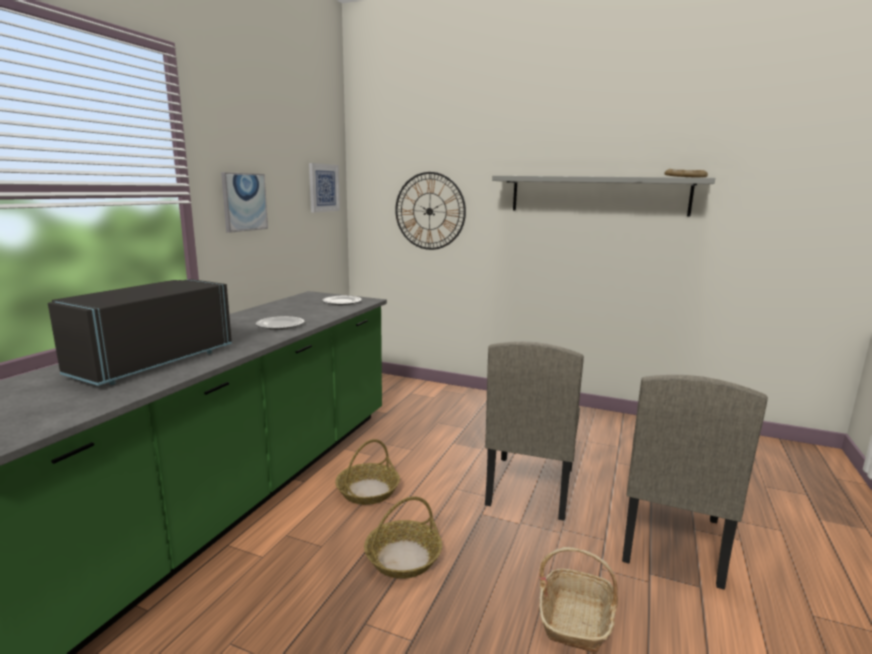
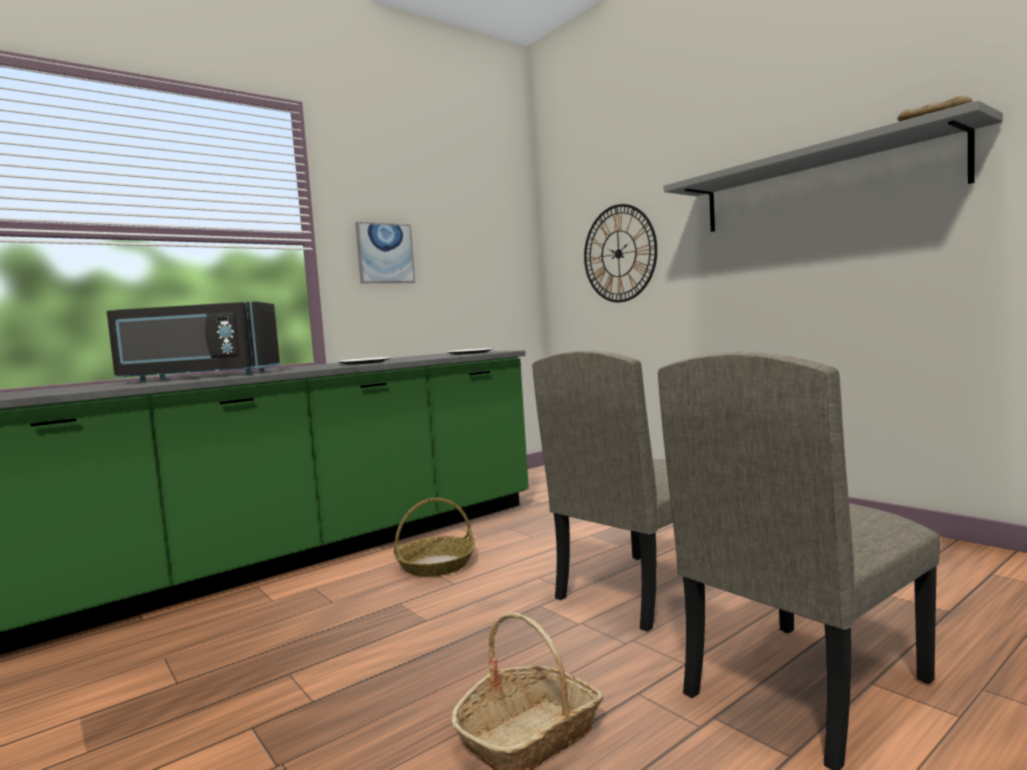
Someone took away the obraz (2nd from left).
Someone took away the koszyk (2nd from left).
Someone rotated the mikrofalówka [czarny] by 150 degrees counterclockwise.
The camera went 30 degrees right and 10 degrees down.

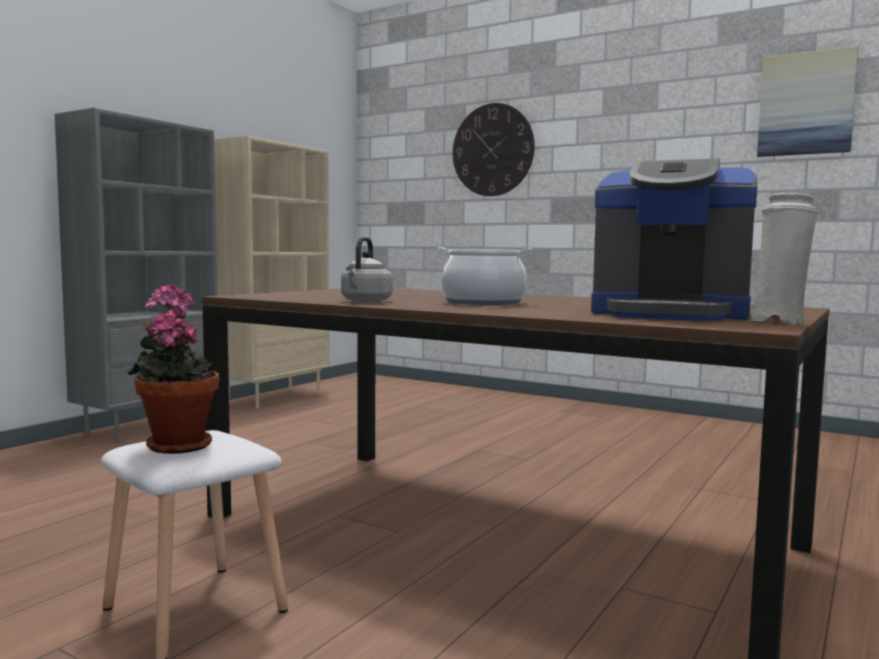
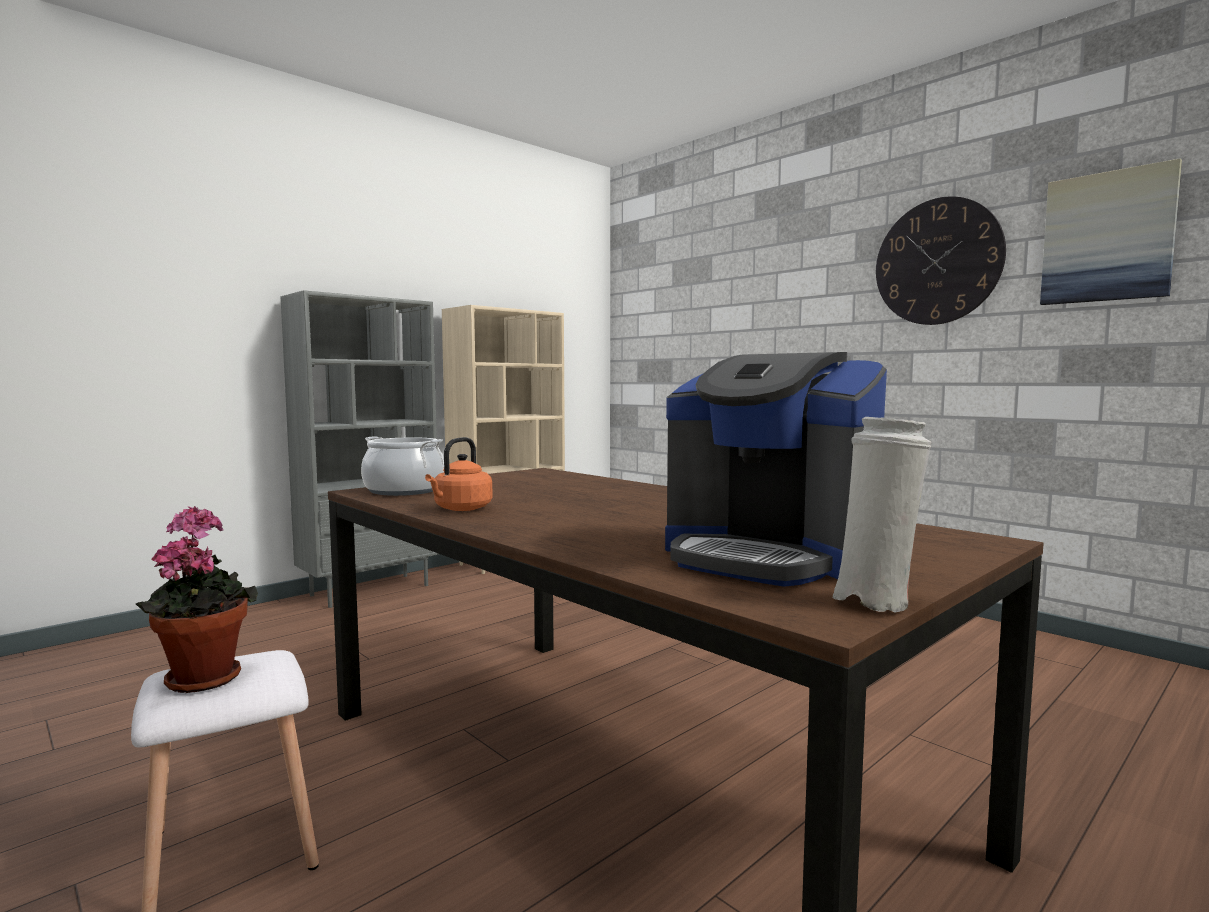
Someone carried the garnek.
Someone carried the zegar ścienny.
Someone repainted the czajnik [szary], which became the czajnik [pomarańczowy].
The camera went 15 degrees right and 0 degrees up.

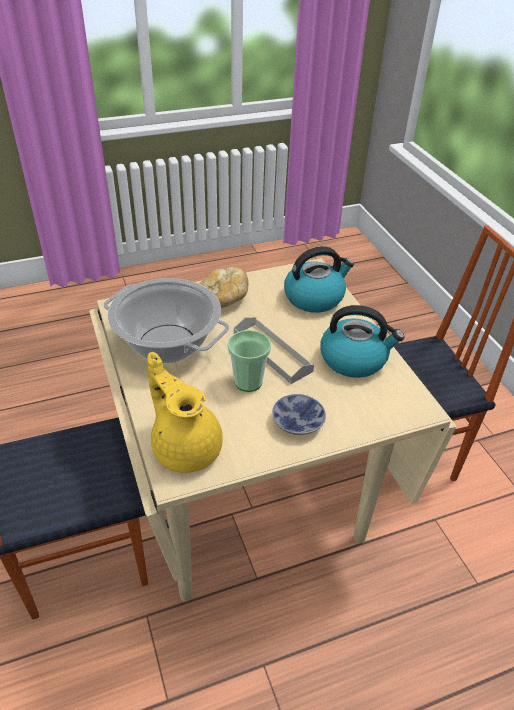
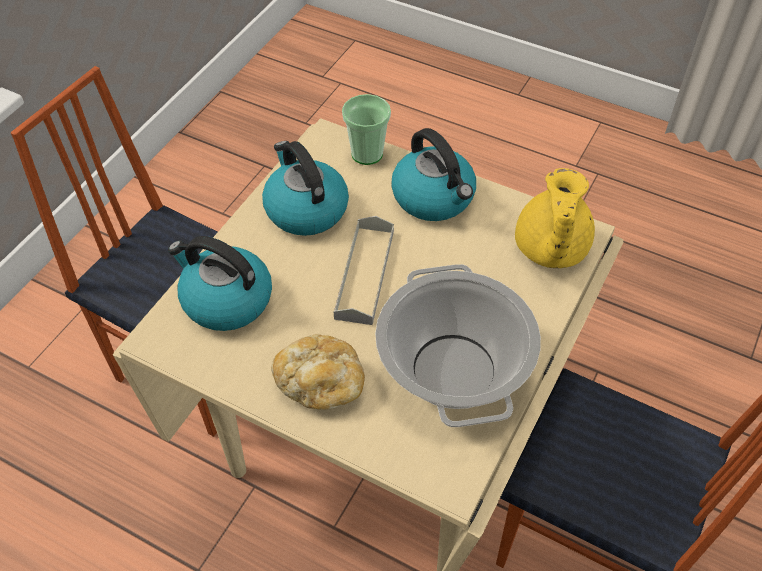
Someone carried the filiżanka.
Someone swapped the miska for the czajnik (3rd from left).
The camera went 130 degrees left and 10 degrees up.

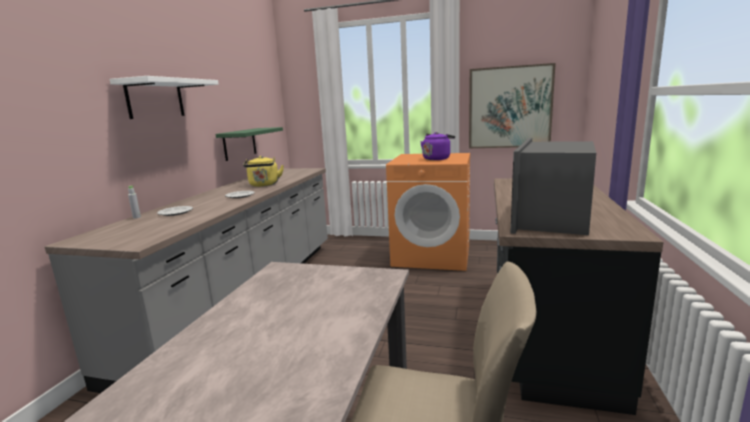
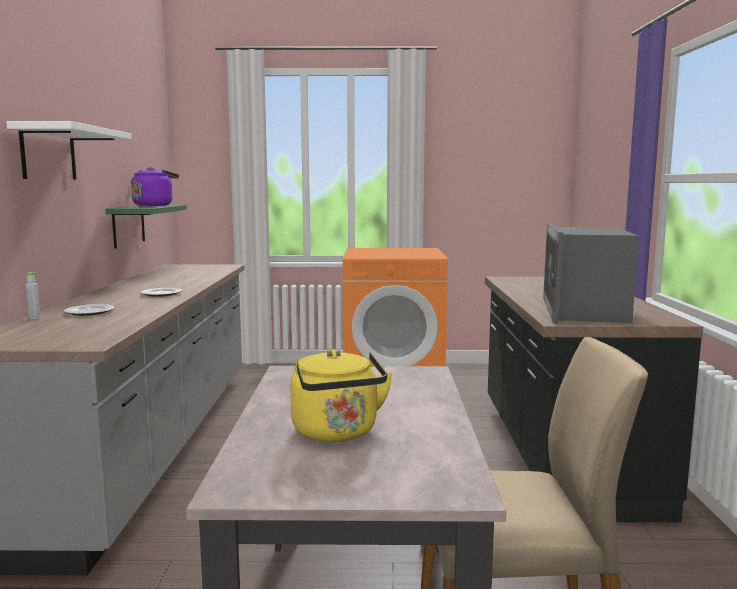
Someone took away the obraz.
Someone carried the czajnik [żółty].
Someone carried the czajnik [fioletowy].
The camera went 15 degrees left and 5 degrees down.

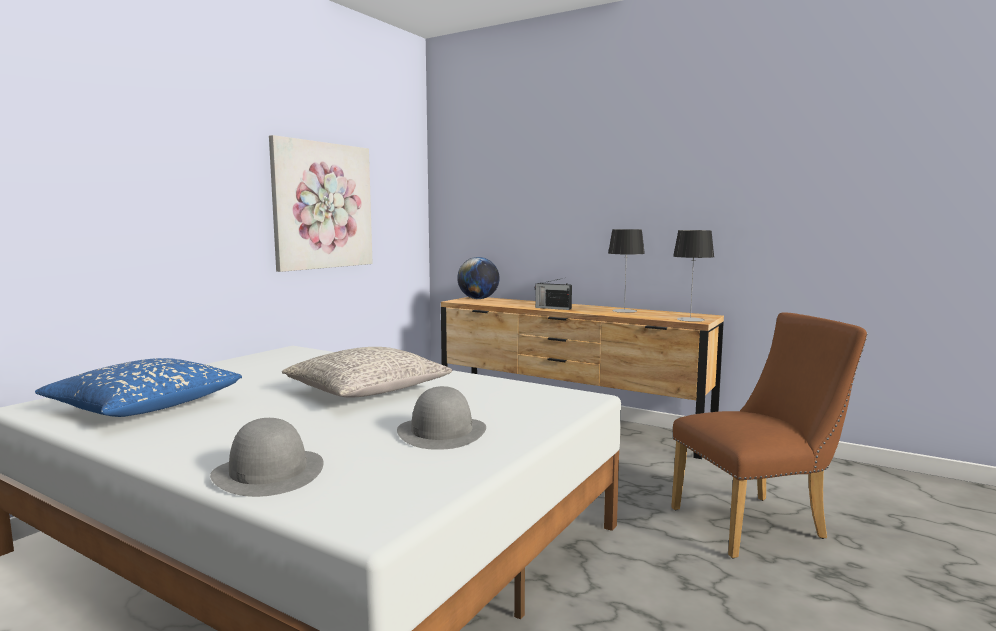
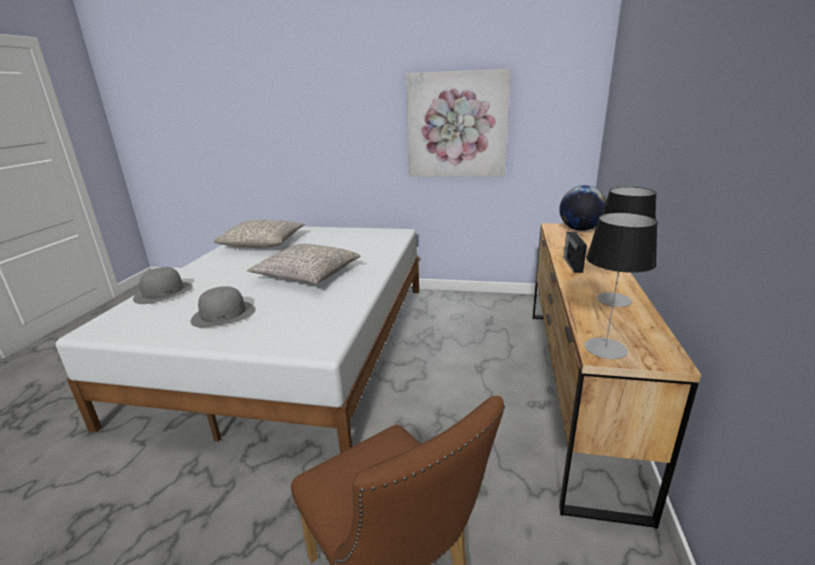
Someone repainted the poduszka [niebieski], which became the poduszka [szary] (1st from left).
The camera went 70 degrees right and 15 degrees up.

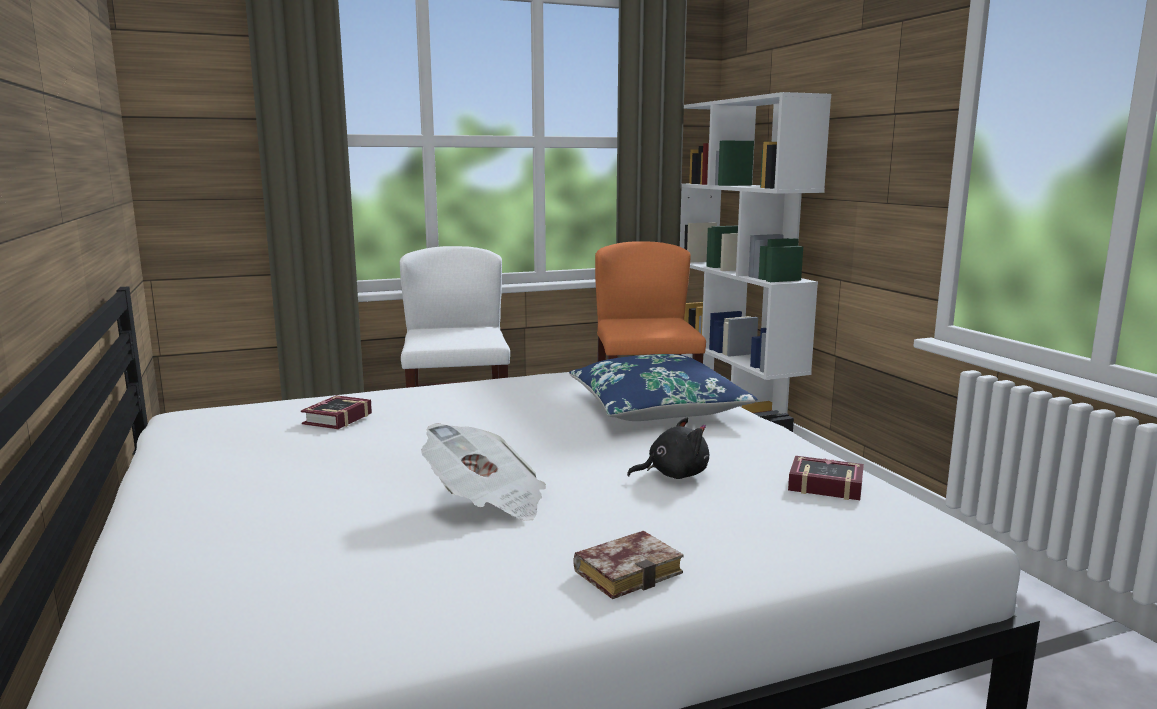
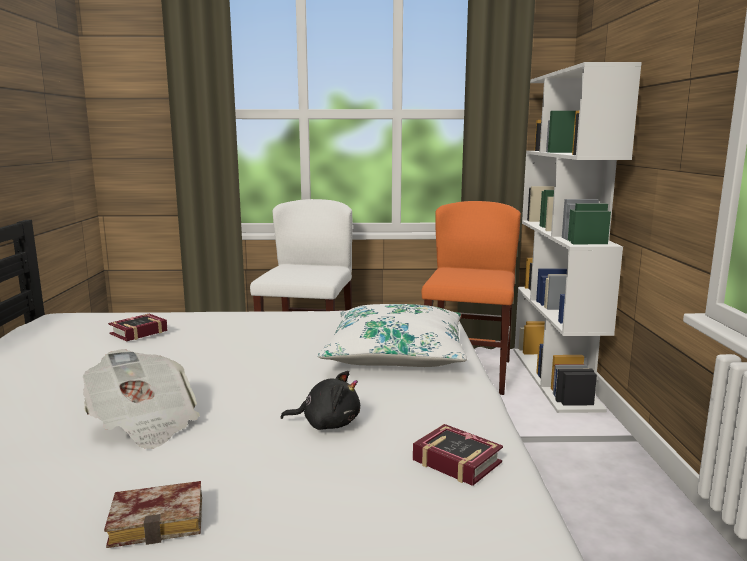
Someone repainted the poduszka [niebieski], which became the poduszka [biały].
The camera went 20 degrees right and 0 degrees up.

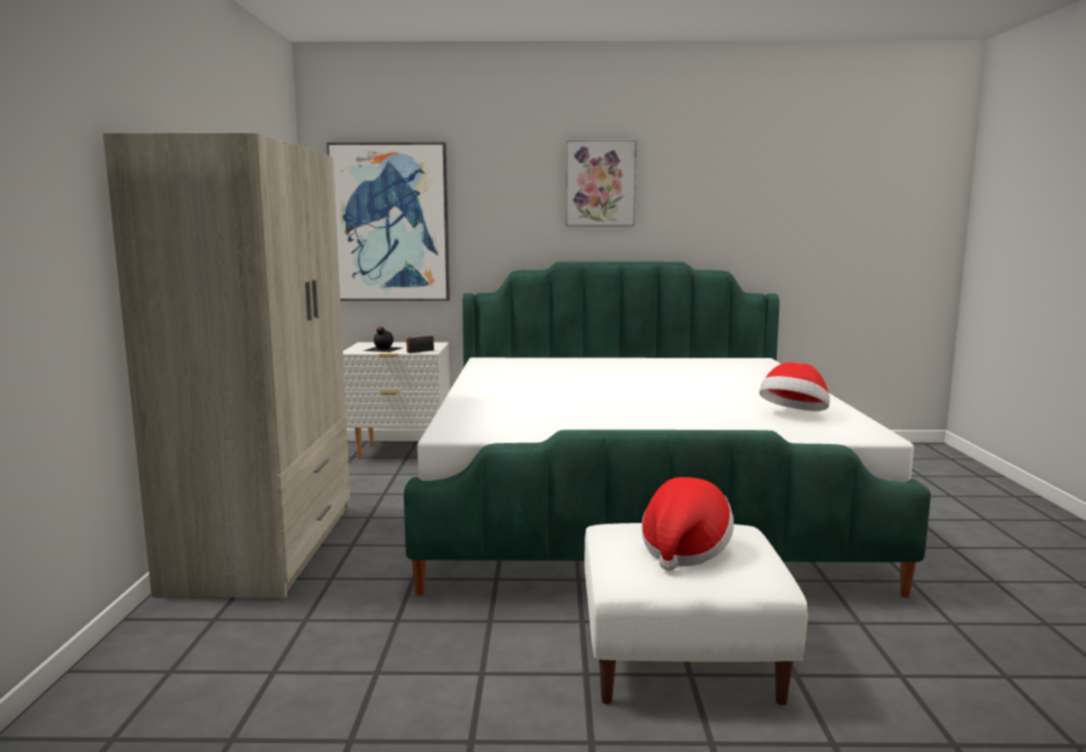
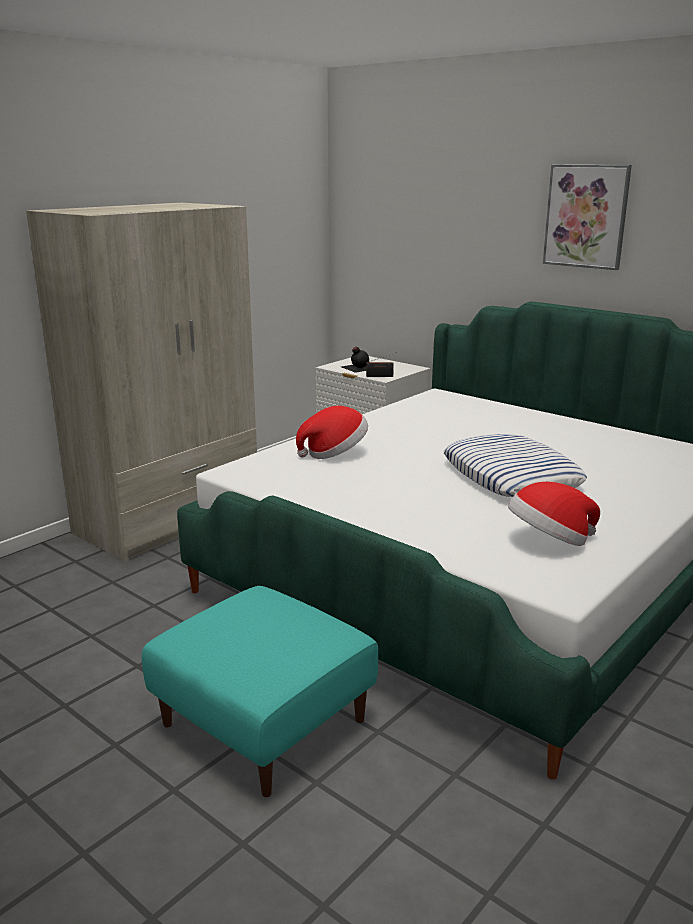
Someone took away the obraz (1st from left).
Someone put down the poduszka.
Someone carried the kapelusz (1st from left).
Someone repainted the pufa [biały], which became the pufa [turkusowy].
The camera went 40 degrees right and 10 degrees up.

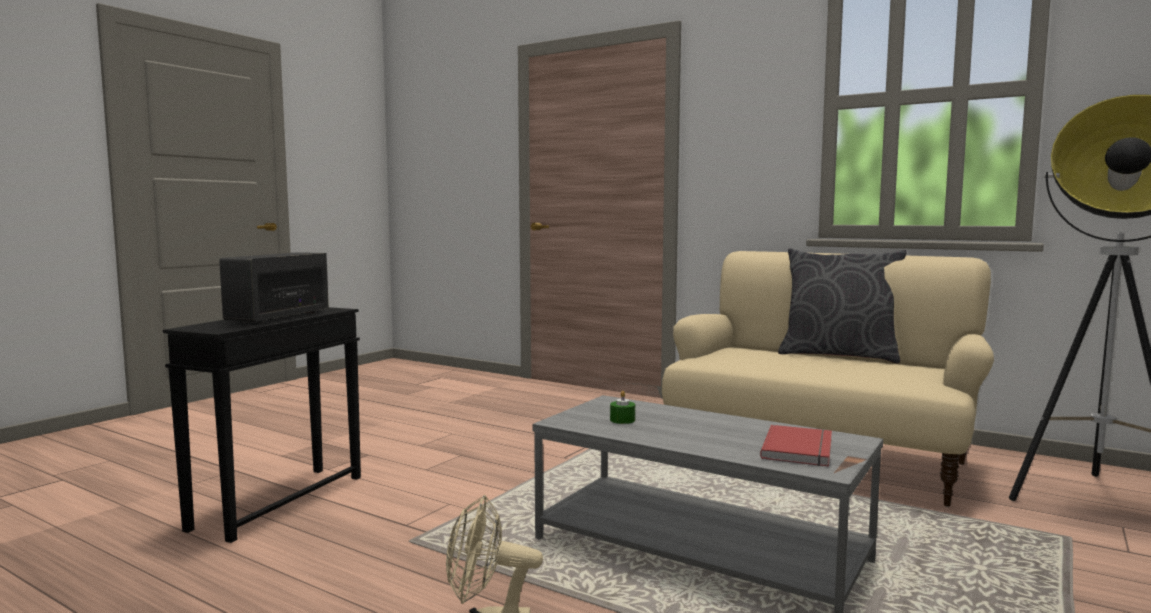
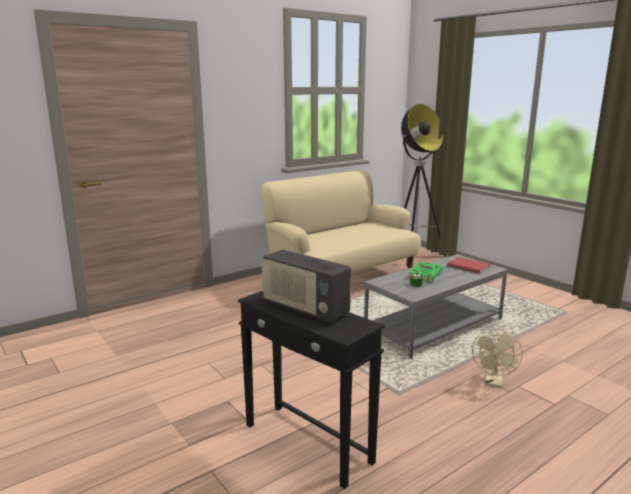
Someone took away the poduszka [szary].
Someone put down the książka [zielony].
The camera went 70 degrees left and 10 degrees up.

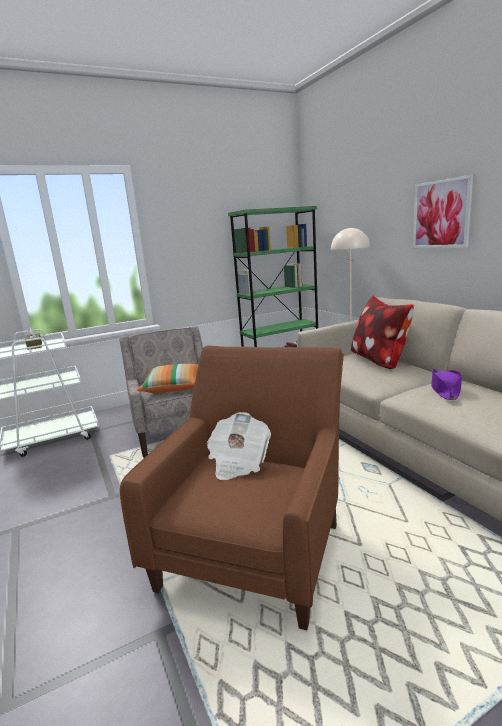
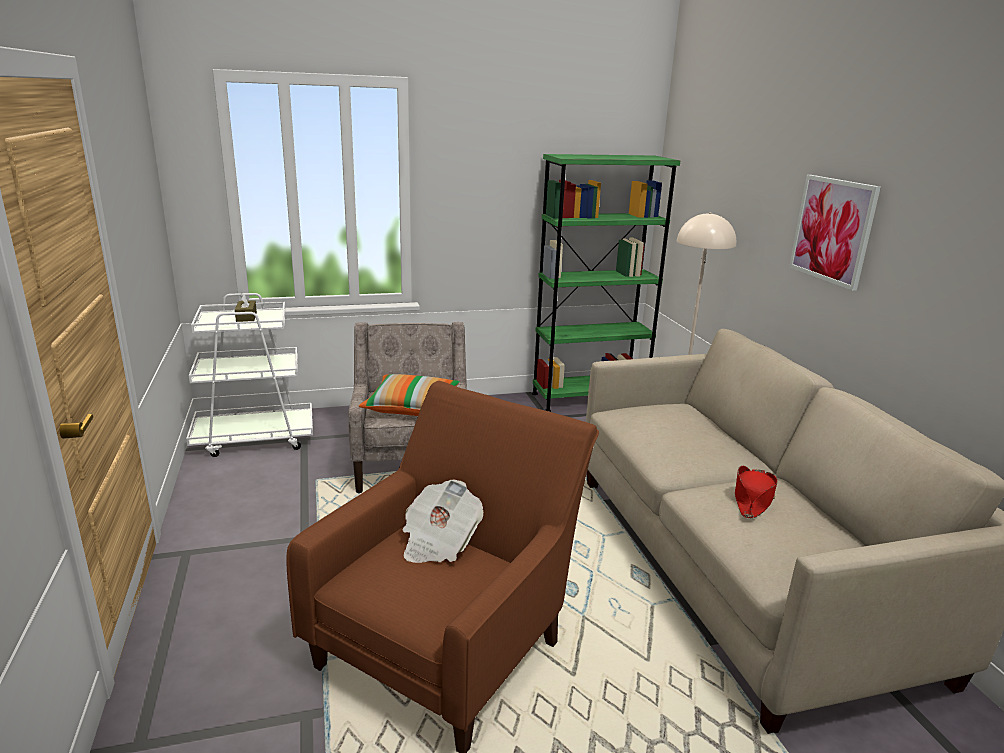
Someone took away the poduszka (2nd from left).
Someone repainted the kapelusz [fioletowy], which became the kapelusz [czerwony].
The camera went 10 degrees right and 5 degrees up.

